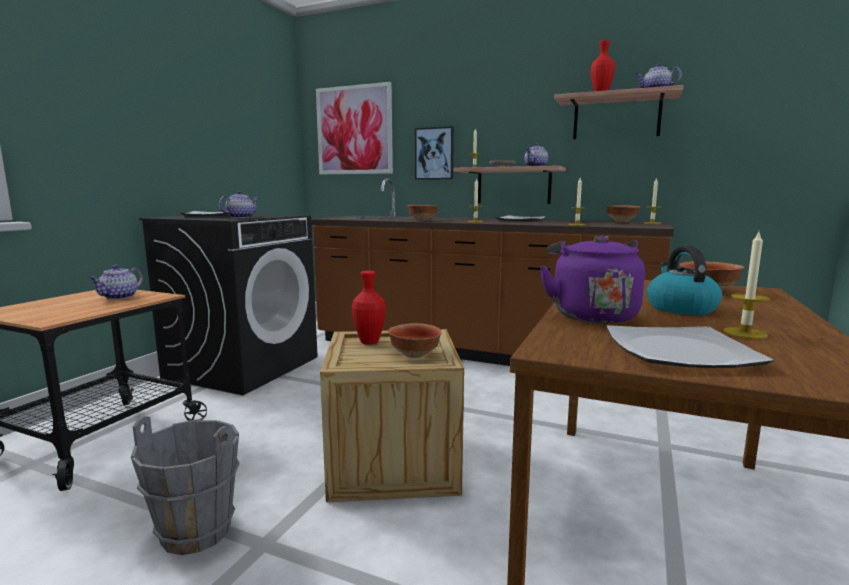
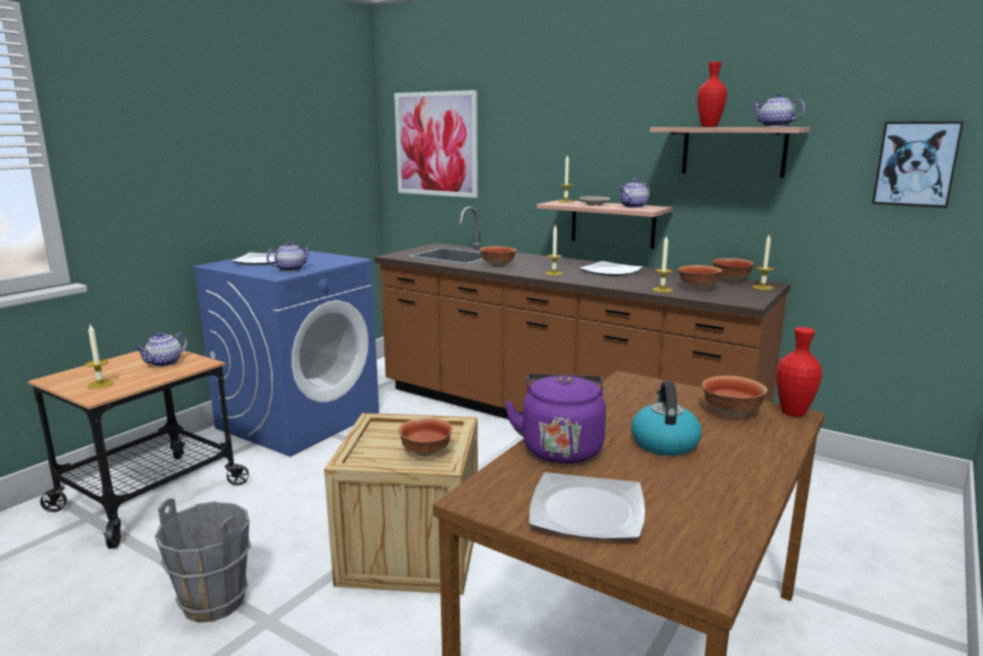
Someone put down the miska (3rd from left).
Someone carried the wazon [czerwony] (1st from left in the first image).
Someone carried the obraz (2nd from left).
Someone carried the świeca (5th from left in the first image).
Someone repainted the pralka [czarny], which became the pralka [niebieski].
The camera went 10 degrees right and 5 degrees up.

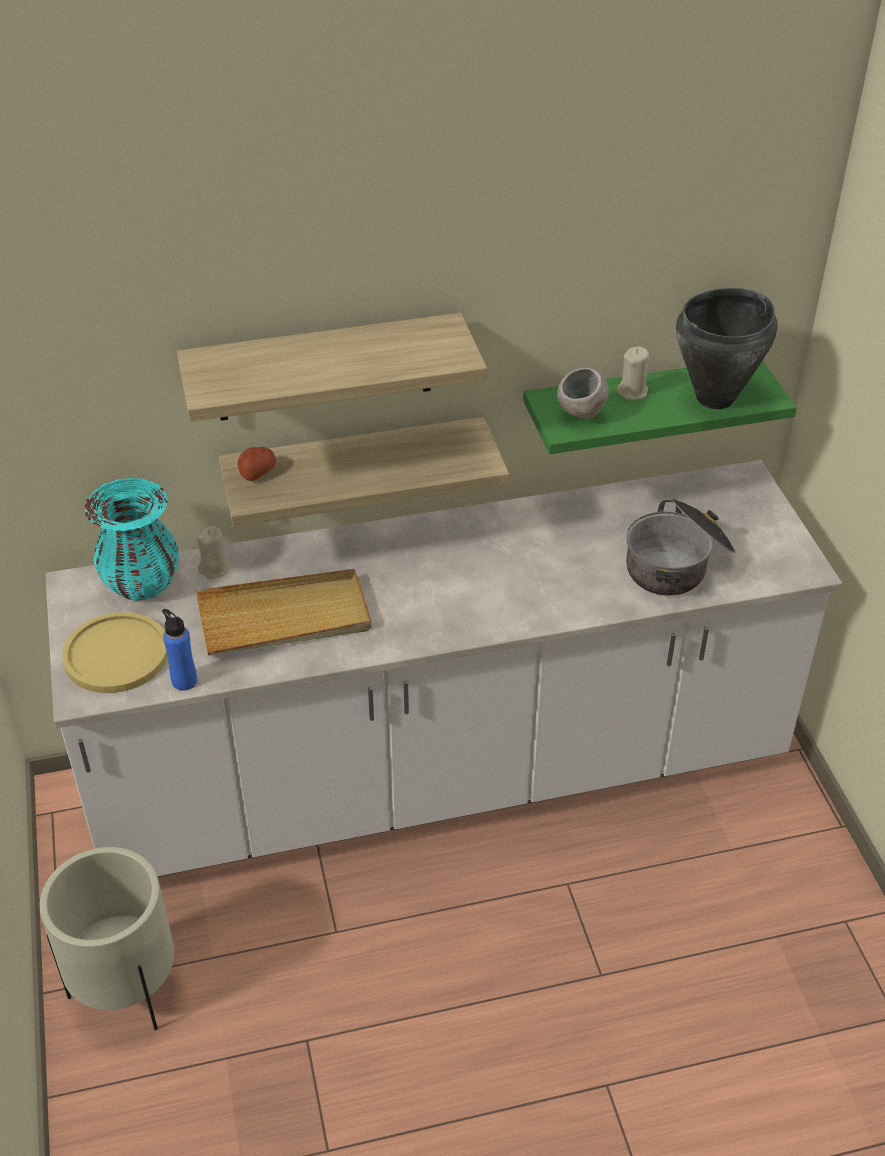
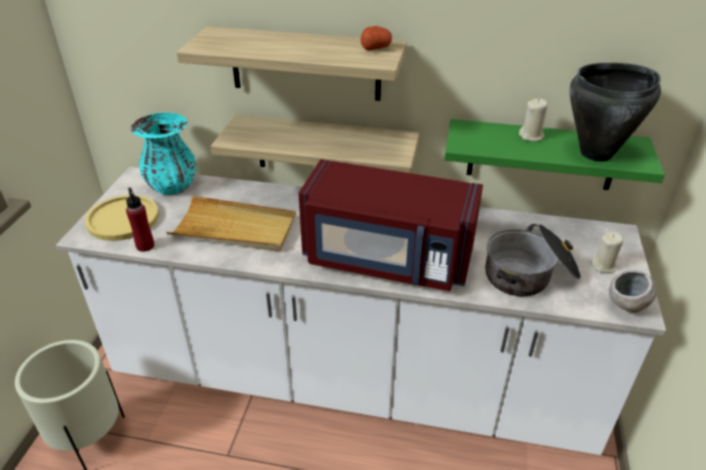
Someone put down the mikrofalówka [czerwony].
Someone carried the świeca [beżowy] (1st from left in the first image).
Someone carried the ziemniak.
Someone carried the miska [szary].
Someone repainted the butelka [niebieski], which became the butelka [czerwony].
The camera went 25 degrees right and 5 degrees down.

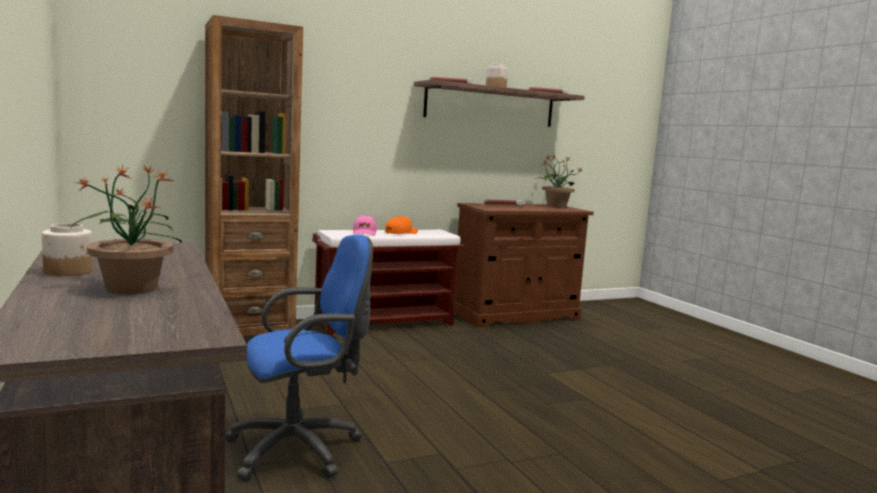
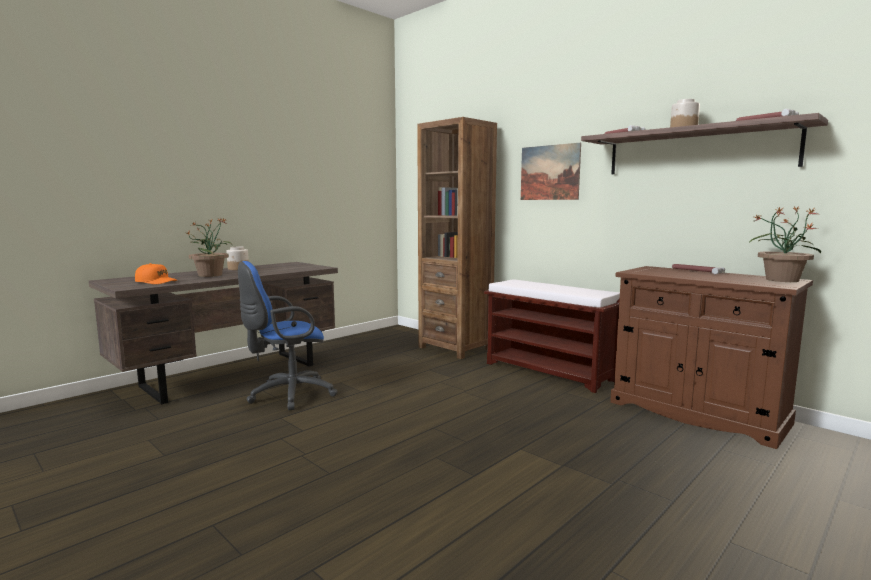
Someone took away the czapka z daszkiem [różowy].
Someone put up the obraz.
Someone carried the czapka z daszkiem [pomarańczowy].
Someone rotated the krzesło biurowe [niebieski] by 105 degrees clockwise.
The camera went 70 degrees right and 0 degrees up.

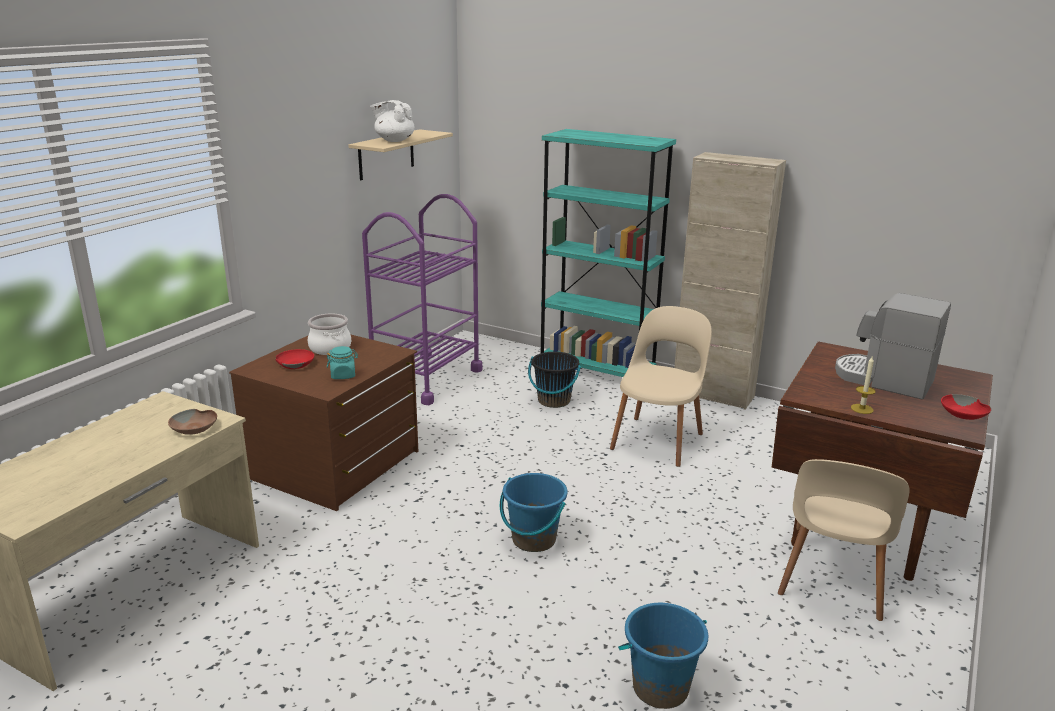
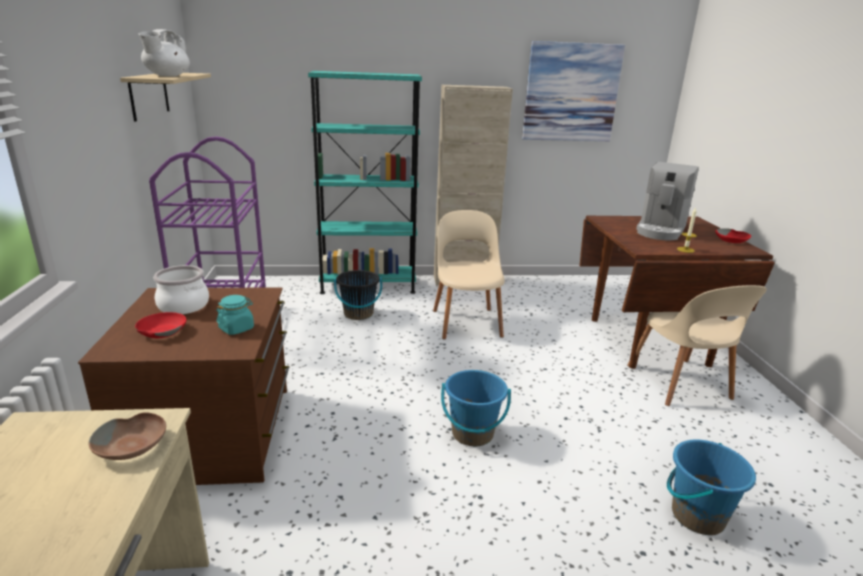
Someone put up the obraz.
Someone rotated the imbryk [biały] by 60 degrees counterclockwise.
Someone rotated the ekspres do kawy by 60 degrees counterclockwise.
The camera went 35 degrees left and 0 degrees up.

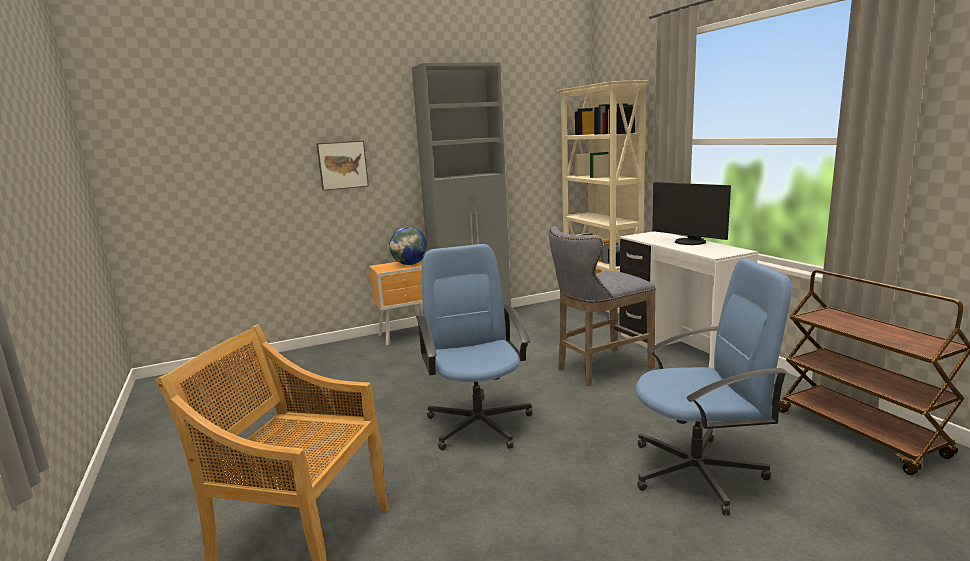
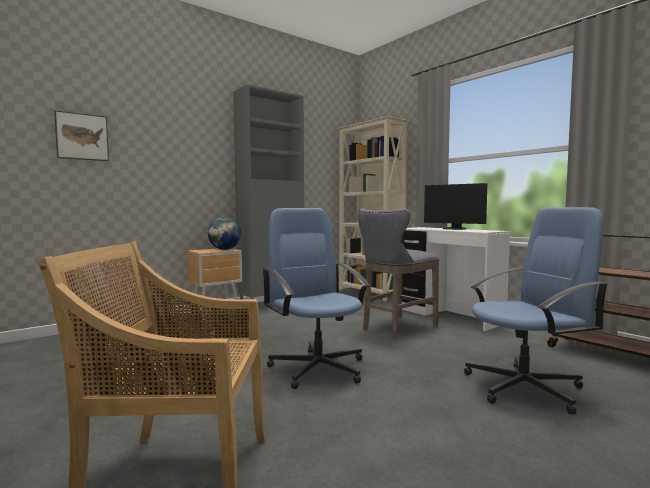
Someone carried the obraz.
The camera went 15 degrees left and 10 degrees down.

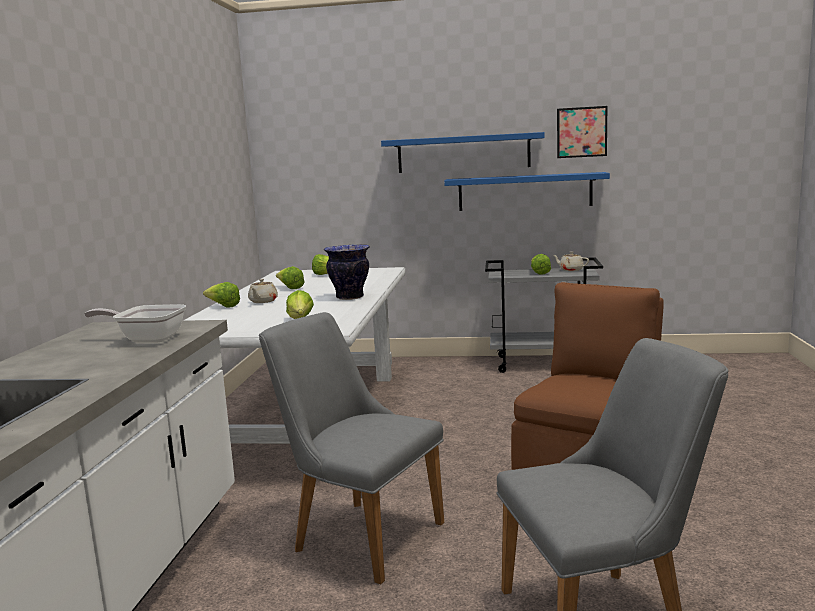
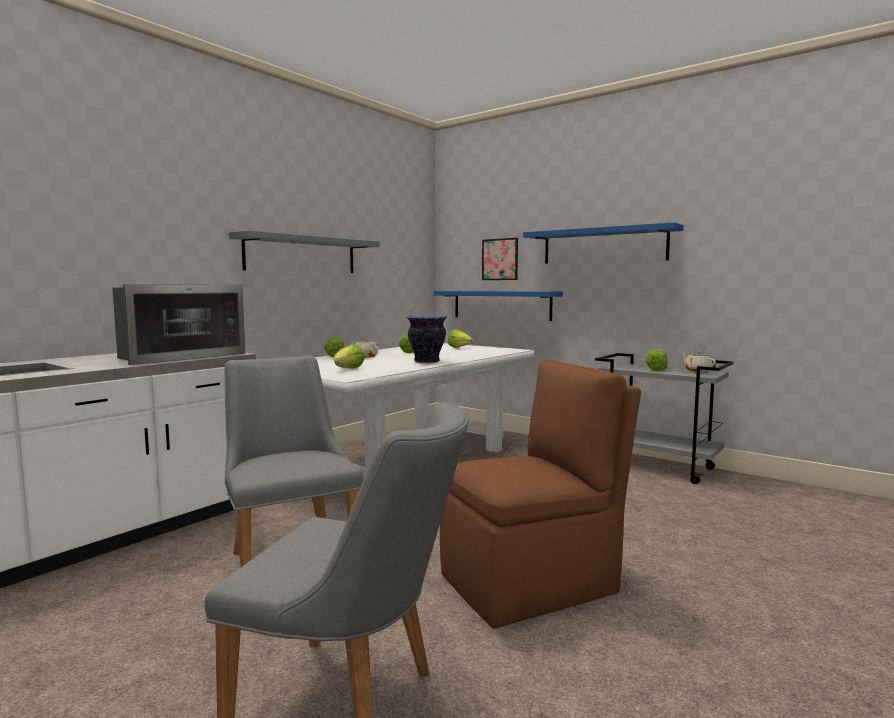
Someone put up the półka [szary].
Someone carried the półka [niebieski] (2nd from left in the first image).
Someone carried the obraz.
Someone swapped the patelnia for the mikrofalówka.
The camera went 30 degrees right and 5 degrees down.

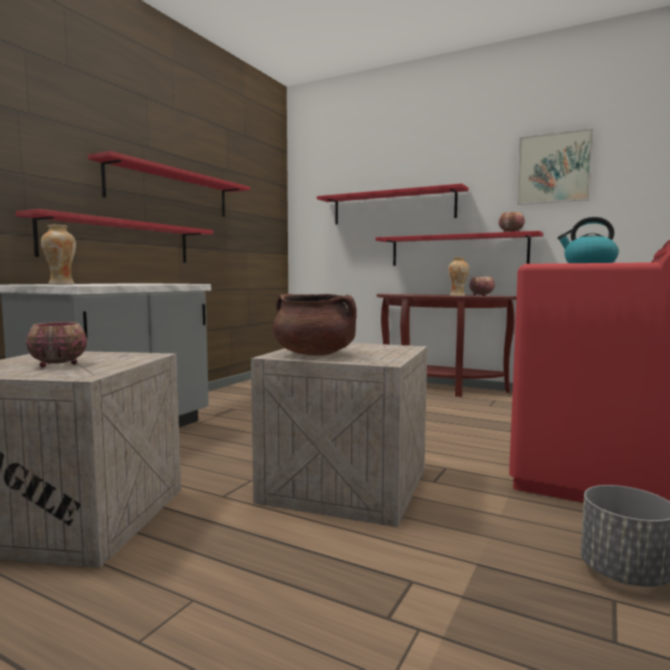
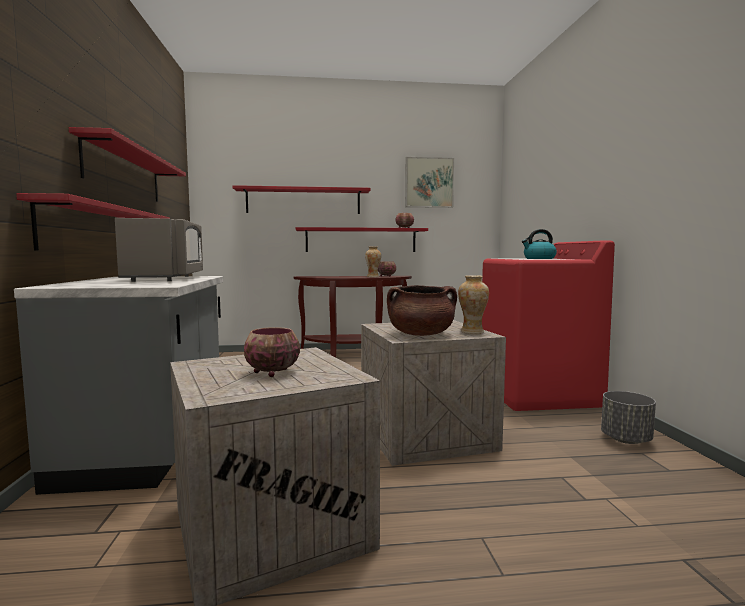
Someone put down the mikrofalówka [szary].
Someone carried the wazon (1st from left in the first image).
The camera went 35 degrees left and 0 degrees up.

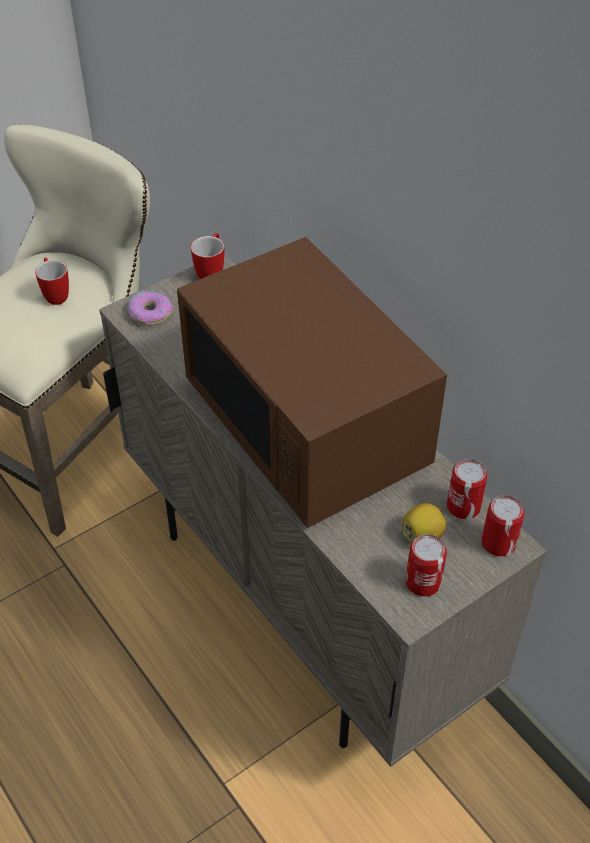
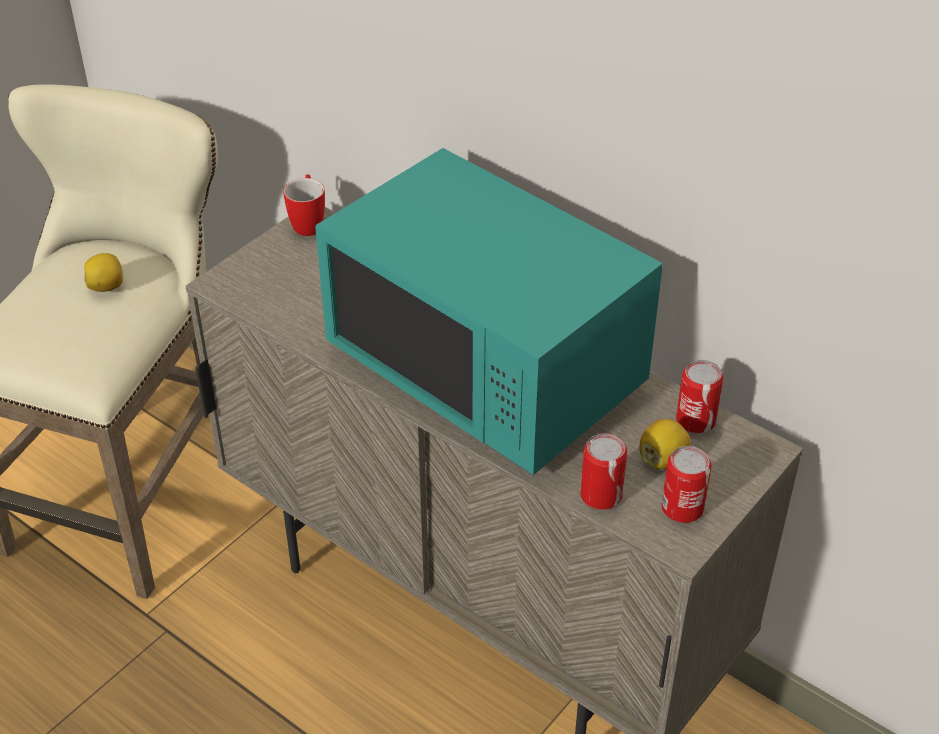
Someone took away the donut.
Someone carried the puszka (3rd from left in the first image).
Someone swapped the kubek (1st from left) for the cytryna (1st from left).
Someone repainted the mikrofalówka [brązowy], which became the mikrofalówka [turkusowy].
The camera went 15 degrees left and 5 degrees down.

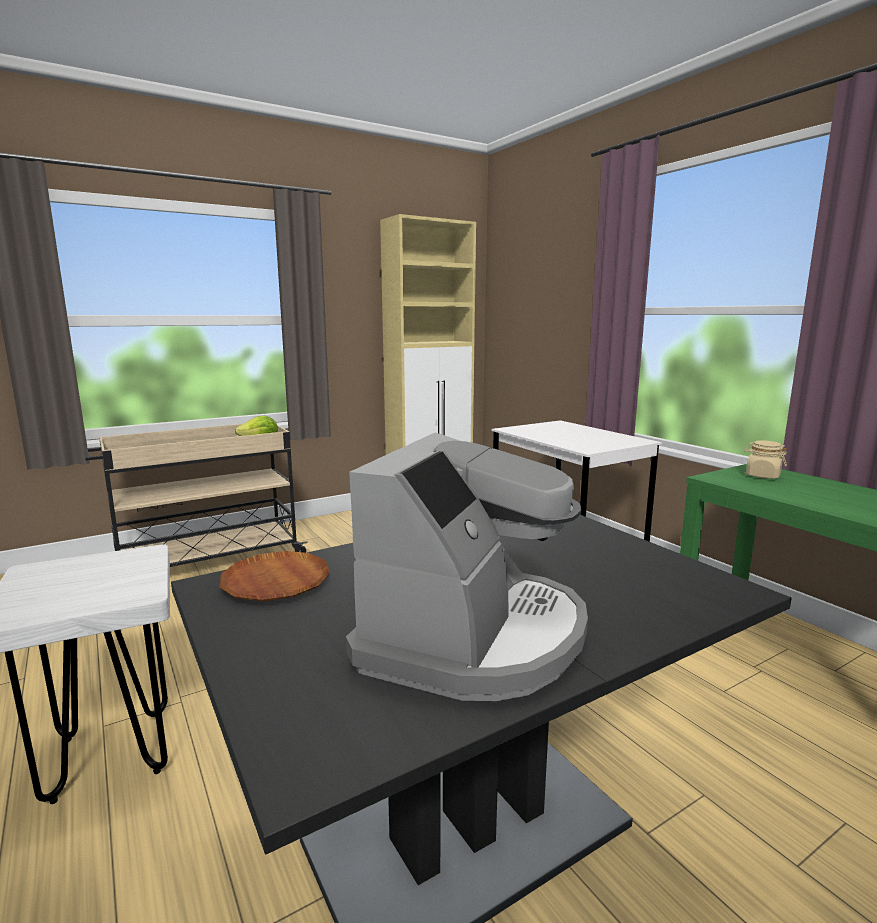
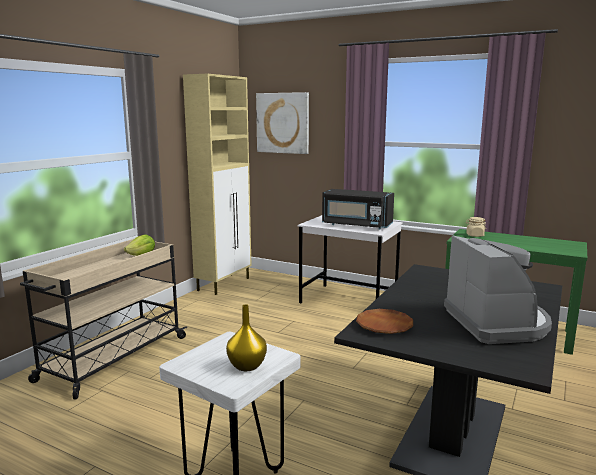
Someone put down the wazon [żółty].
Someone put up the obraz.
Someone put down the mikrofalówka [czarny].
The camera went 30 degrees left and 0 degrees up.

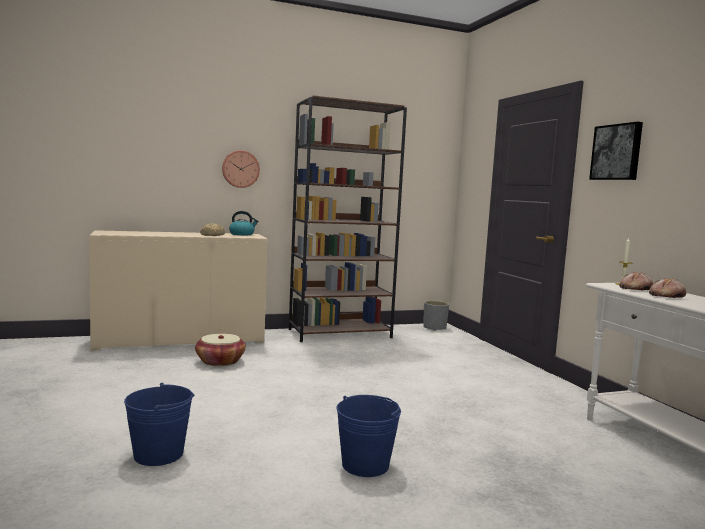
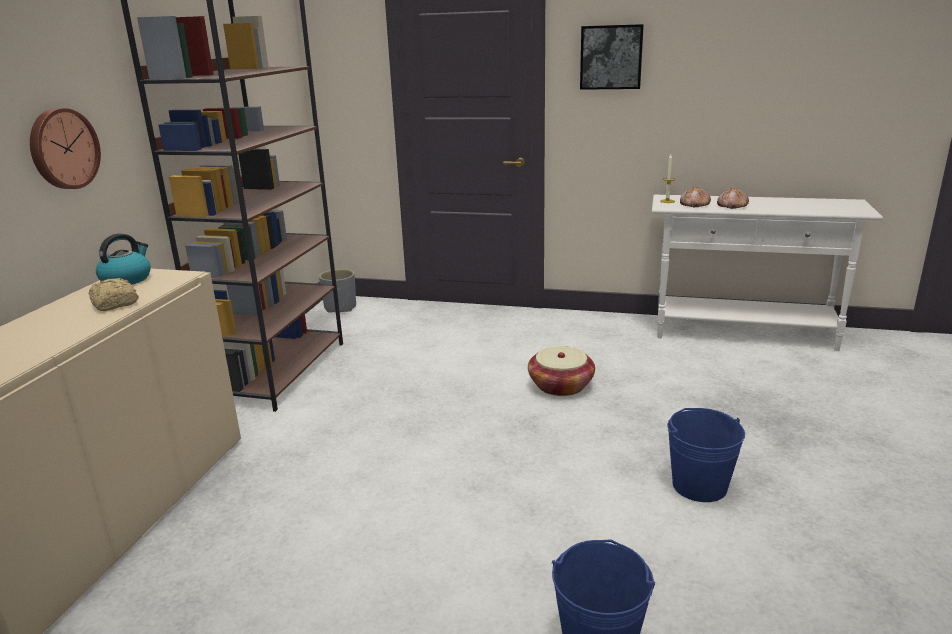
Someone carried the koszyk.
The camera went 55 degrees left and 15 degrees up.

